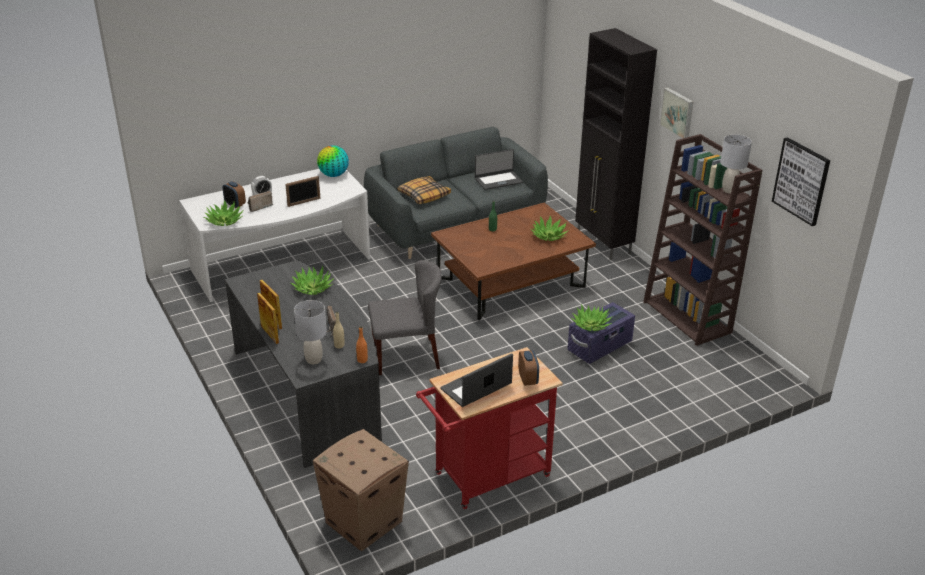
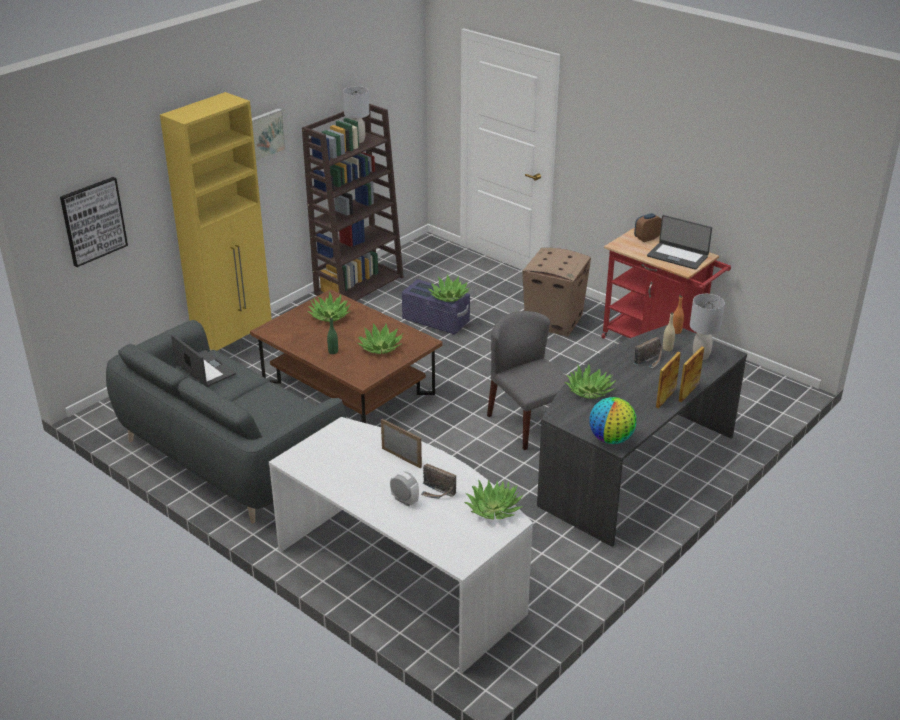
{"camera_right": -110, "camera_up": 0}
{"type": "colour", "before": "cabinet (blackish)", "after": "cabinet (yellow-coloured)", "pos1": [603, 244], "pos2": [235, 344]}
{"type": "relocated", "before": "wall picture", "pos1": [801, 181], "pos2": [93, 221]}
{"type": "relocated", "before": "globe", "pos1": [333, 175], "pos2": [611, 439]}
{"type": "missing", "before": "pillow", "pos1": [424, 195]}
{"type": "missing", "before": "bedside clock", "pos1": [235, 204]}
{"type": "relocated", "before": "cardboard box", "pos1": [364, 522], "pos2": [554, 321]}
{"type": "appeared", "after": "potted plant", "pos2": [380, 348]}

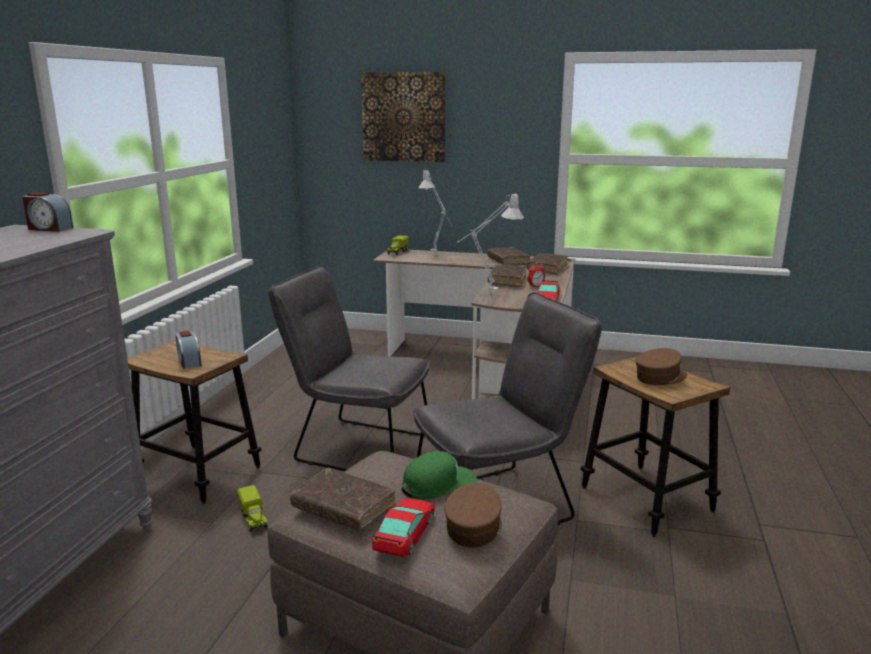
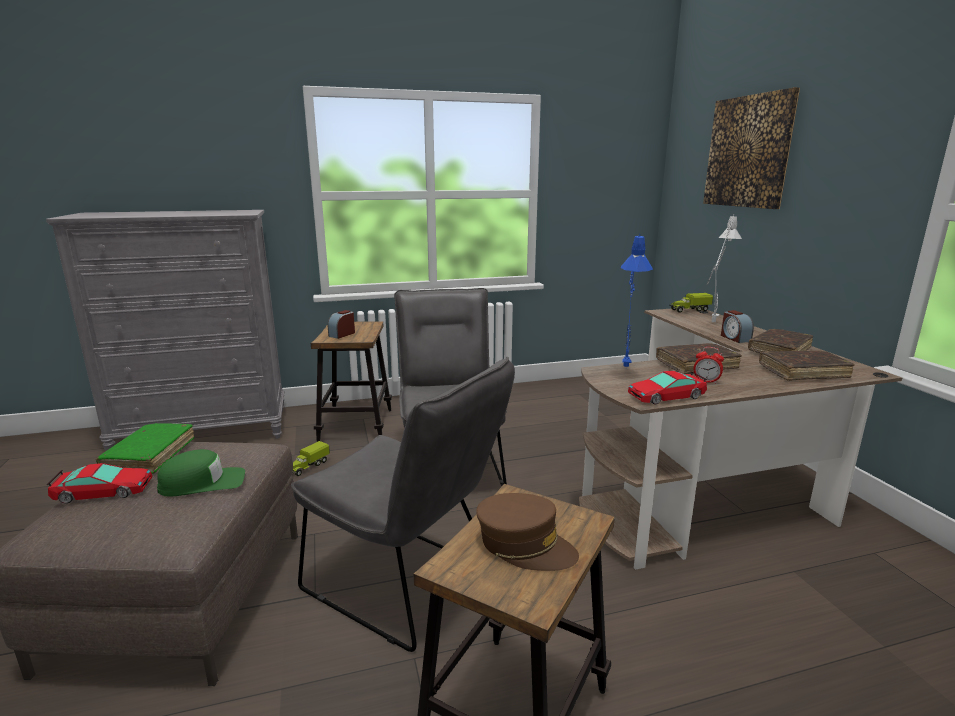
{"camera_right": 60, "camera_up": 0}
{"type": "relocated", "before": "bedside clock", "pos1": [49, 229], "pos2": [734, 338]}
{"type": "colour", "before": "table lamp (gray)", "after": "table lamp (blue-coloured)", "pos1": [485, 293], "pos2": [625, 366]}
{"type": "spun", "before": "cap (green-coloured)", "pos1": [438, 484], "pos2": [203, 483], "turn": -45}
{"type": "colour", "before": "bound book (brown-coloured)", "after": "bound book (green-coloured)", "pos1": [343, 508], "pos2": [150, 456]}
{"type": "missing", "before": "cap (brown-coloured)", "pos1": [473, 526]}

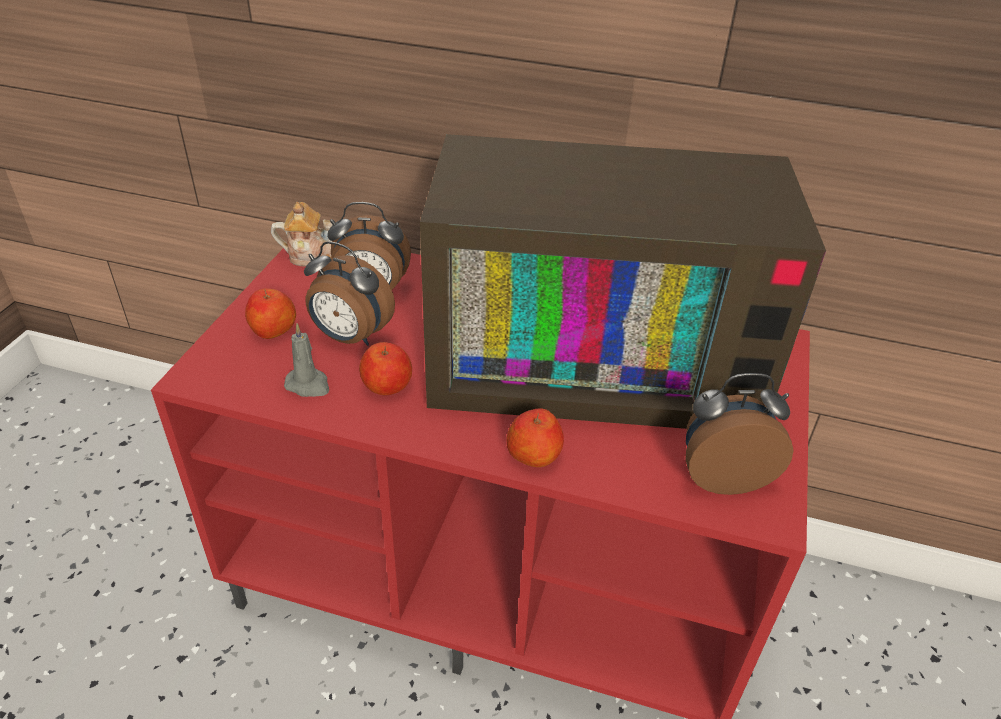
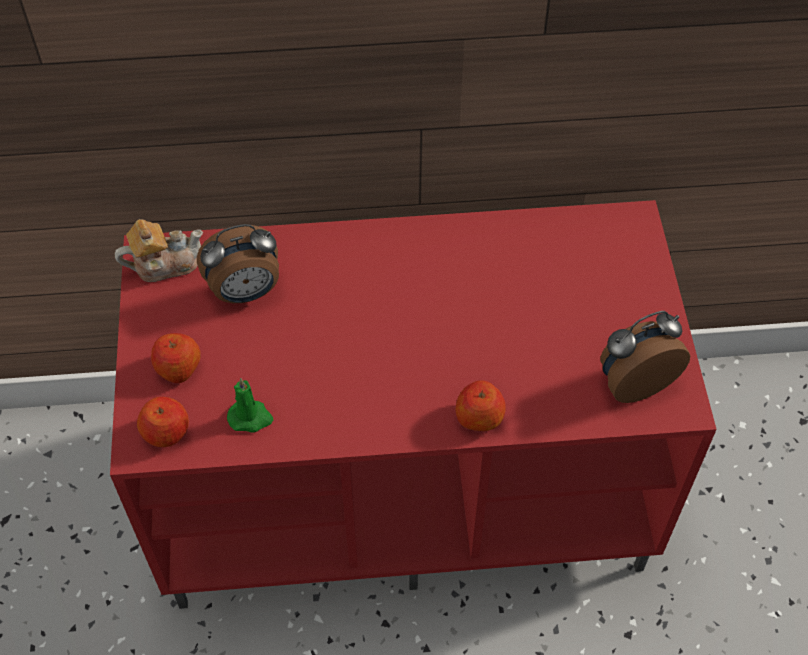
{"camera_right": -20, "camera_up": 15}
{"type": "missing", "before": "TV", "pos1": [596, 359]}
{"type": "missing", "before": "bedside clock", "pos1": [350, 337]}
{"type": "colour", "before": "candle (gray)", "after": "candle (green-coloured)", "pos1": [308, 385], "pos2": [250, 417]}
{"type": "relocated", "before": "whole apple", "pos1": [387, 385], "pos2": [167, 432]}

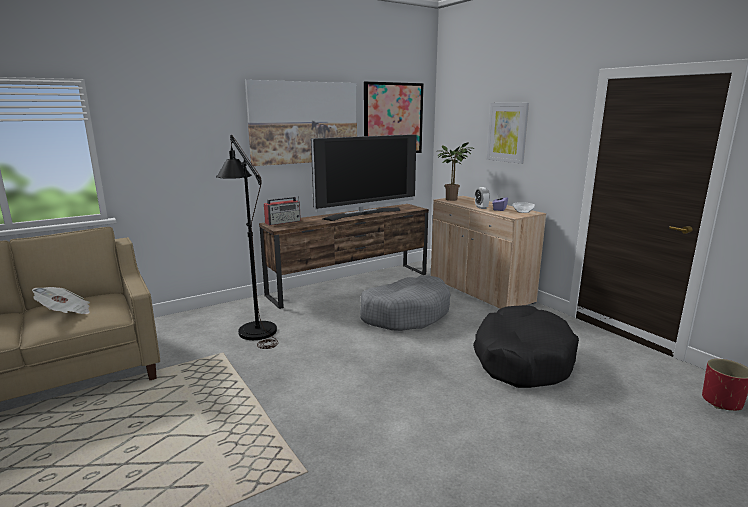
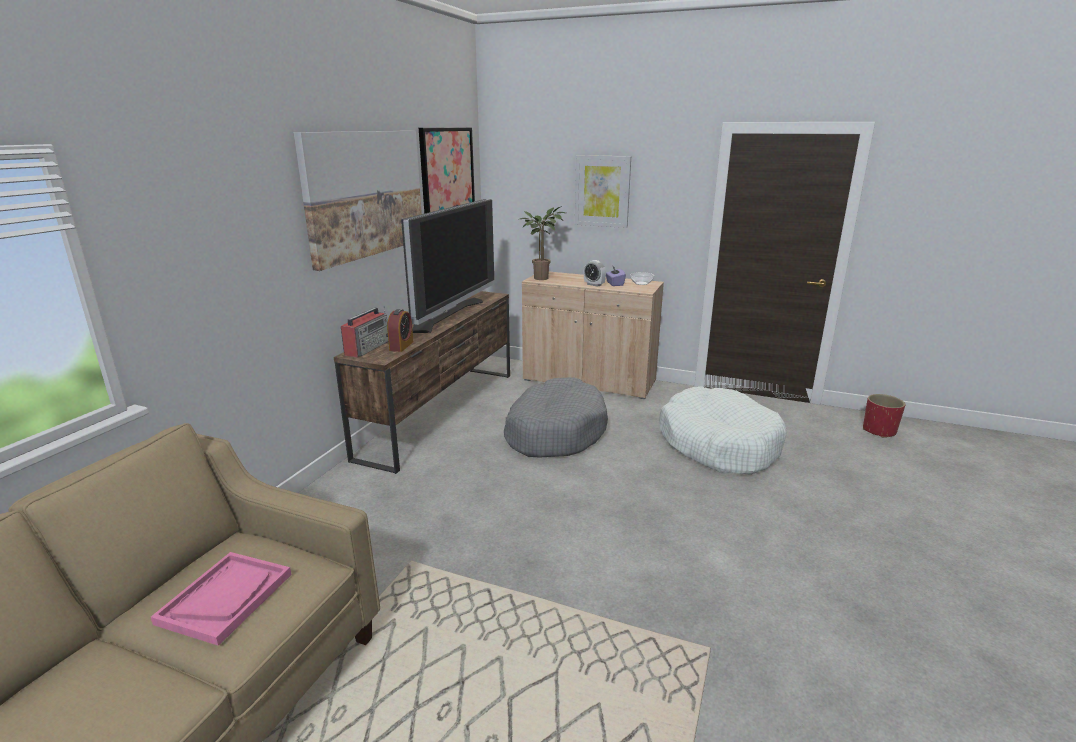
{"camera_right": -35, "camera_up": 5}
{"type": "missing", "before": "standard lamp (blackish)", "pos1": [254, 327]}
{"type": "exchanged", "before": "printed paper", "after": "serving tray (pink)", "pos1": [66, 312], "pos2": [225, 598]}
{"type": "colour", "before": "pet bed (blackish)", "after": "pet bed (white)", "pos1": [522, 359], "pos2": [718, 444]}
{"type": "appeared", "after": "bedside clock", "pos2": [401, 346]}

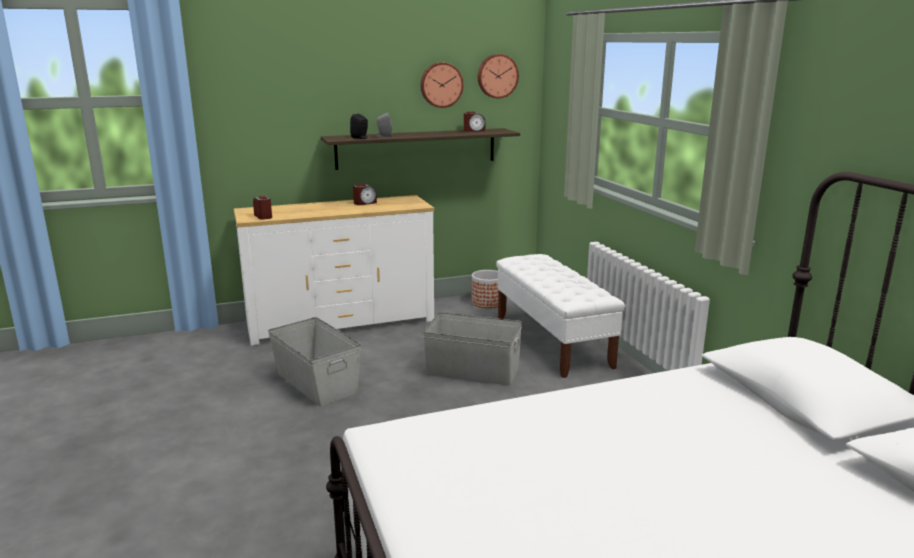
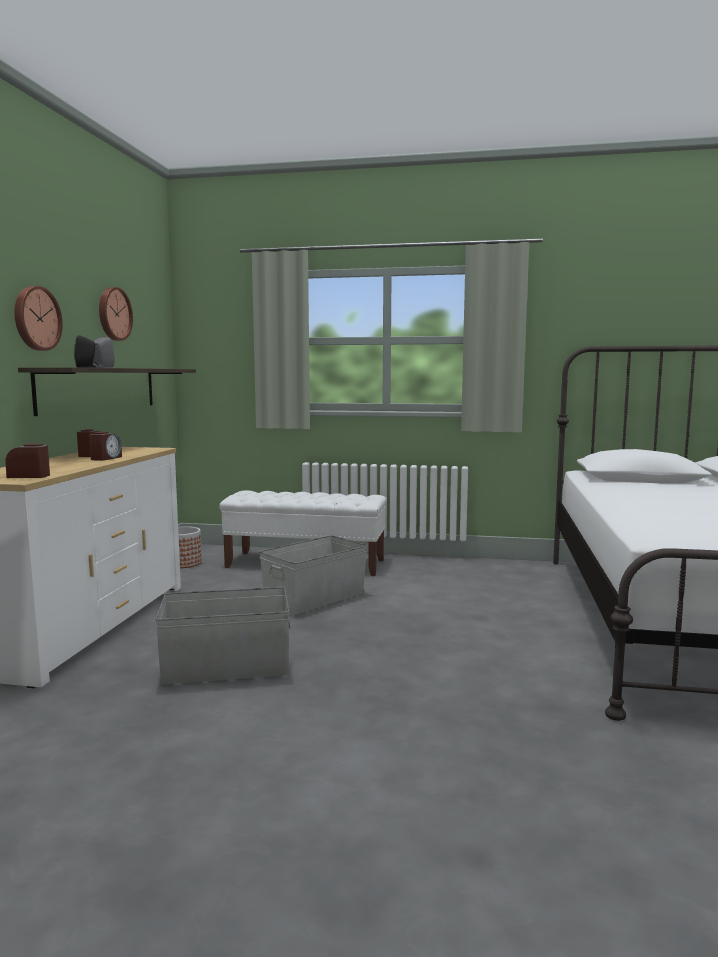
{"camera_right": -60, "camera_up": -10}
{"type": "relocated", "before": "wall clock", "pos1": [497, 76], "pos2": [35, 318]}
{"type": "relocated", "before": "bedside clock", "pos1": [474, 130], "pos2": [106, 458]}

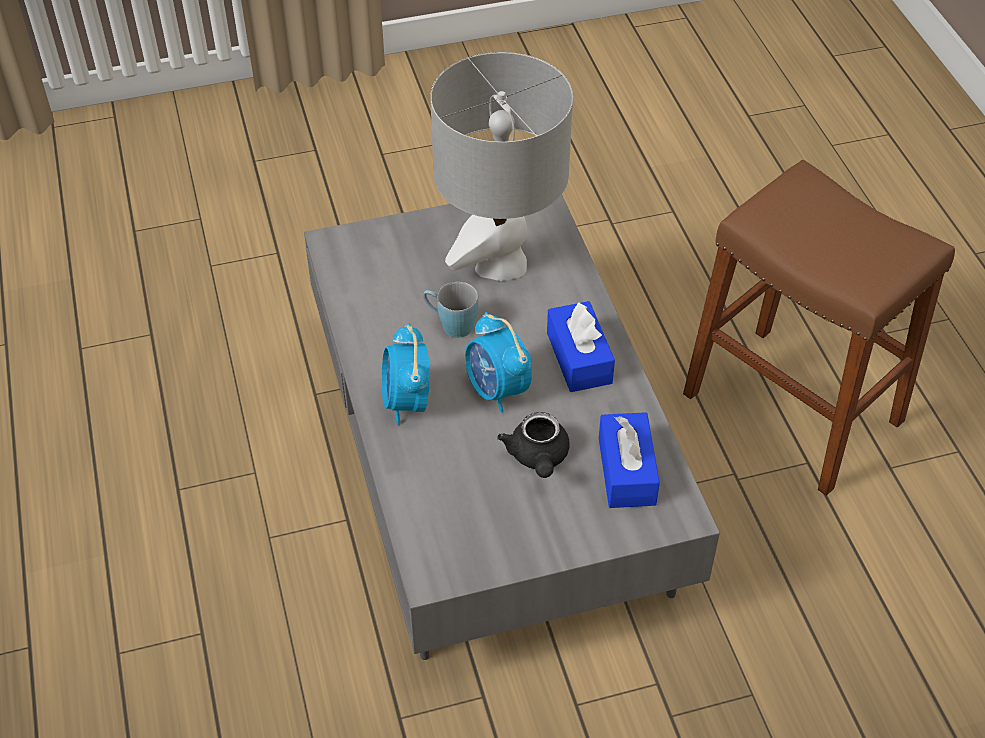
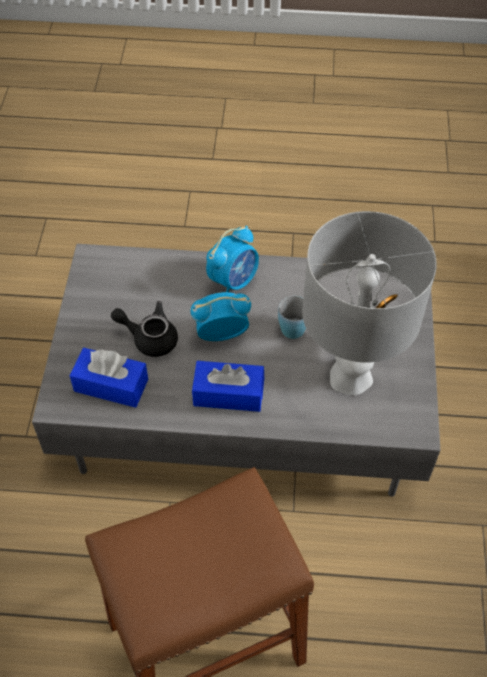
{"camera_right": 110, "camera_up": 5}
{"type": "spun", "before": "bedside clock", "pos1": [406, 402], "pos2": [233, 281], "turn": 120}

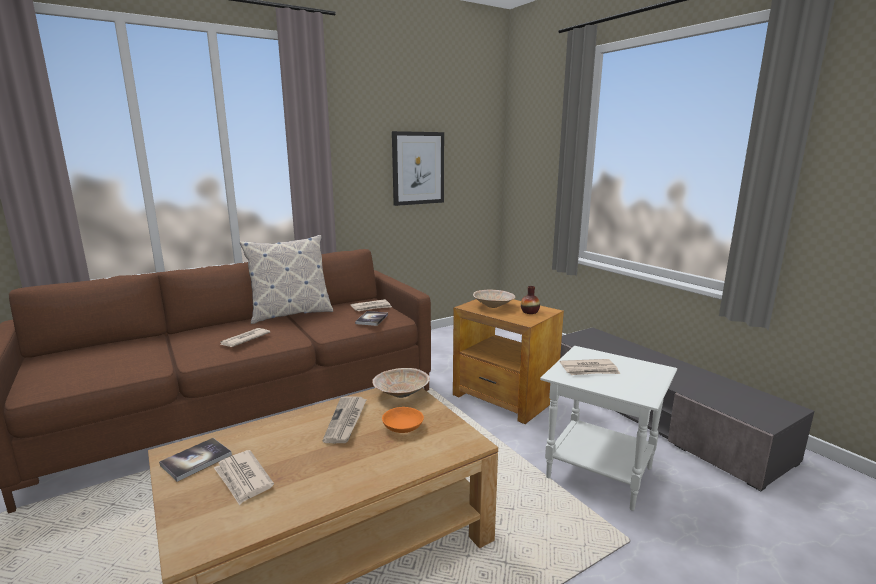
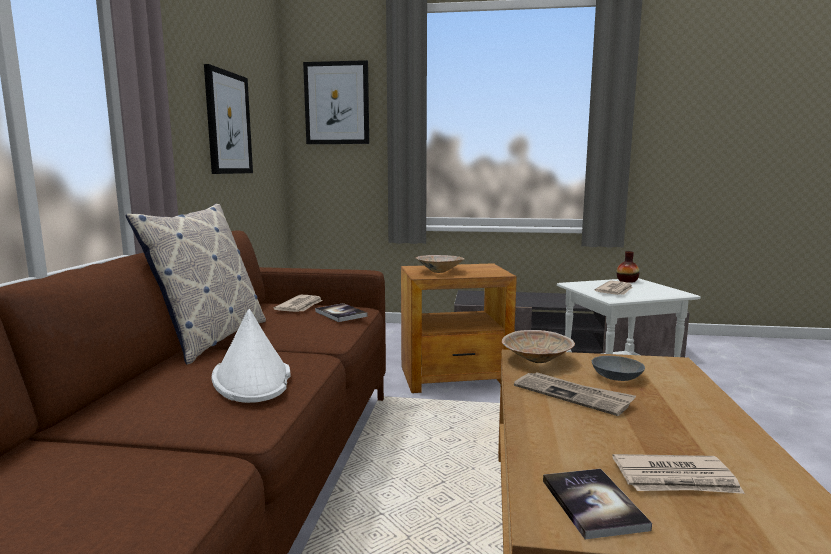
{"camera_right": -50, "camera_up": -5}
{"type": "relocated", "before": "decorative vase", "pos1": [529, 312], "pos2": [627, 281]}
{"type": "exchanged", "before": "printed paper", "after": "wearable hat (white)", "pos1": [244, 339], "pos2": [252, 378]}
{"type": "colour", "before": "deep dish (orange-coloured)", "after": "deep dish (gray)", "pos1": [402, 428], "pos2": [618, 377]}
{"type": "appeared", "after": "wall picture", "pos2": [337, 103]}

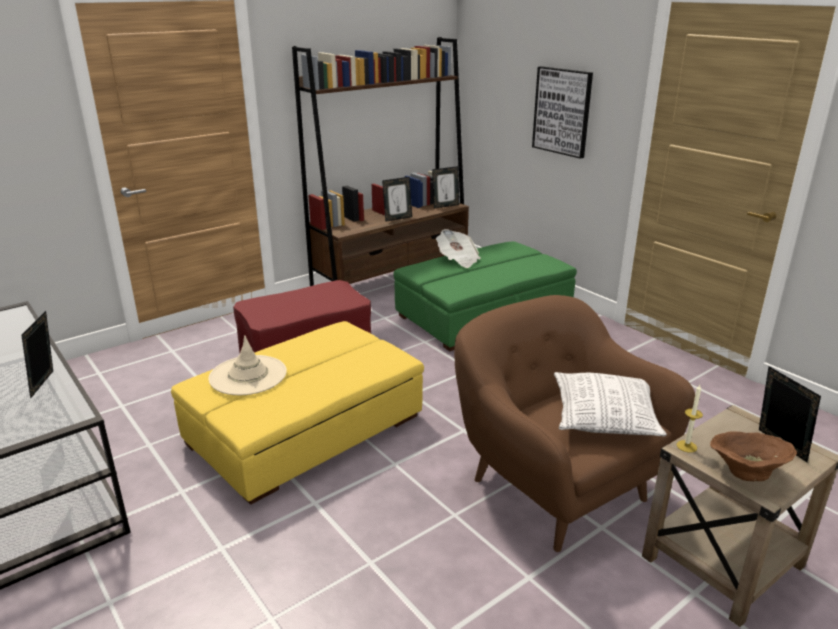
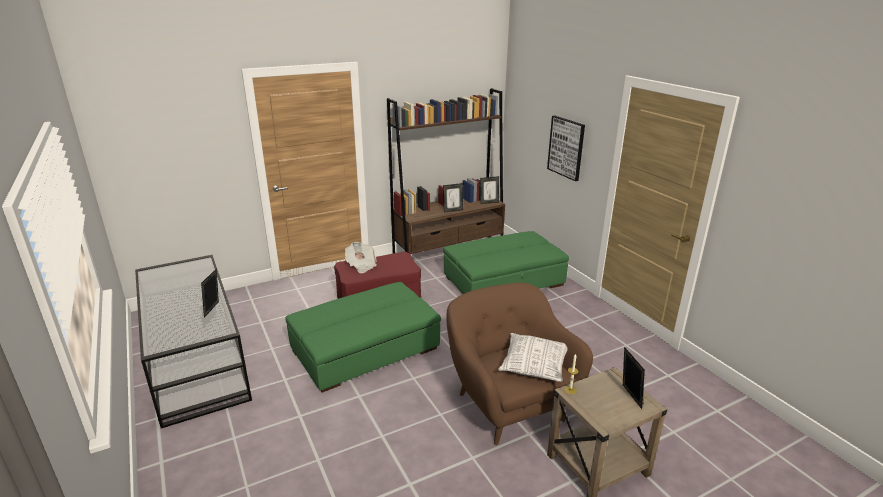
{"camera_right": 10, "camera_up": 0}
{"type": "relocated", "before": "printed paper", "pos1": [458, 260], "pos2": [361, 265]}
{"type": "colour", "before": "footrest (yellow-coloured)", "after": "footrest (green-coloured)", "pos1": [306, 430], "pos2": [365, 350]}
{"type": "missing", "before": "wearable hat (beige-coloured)", "pos1": [248, 375]}
{"type": "missing", "before": "deep dish (brown-coloured)", "pos1": [745, 472]}

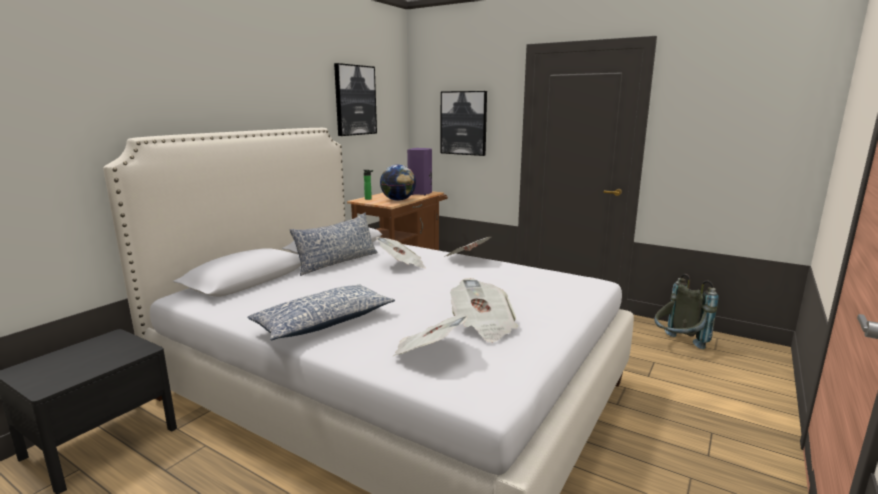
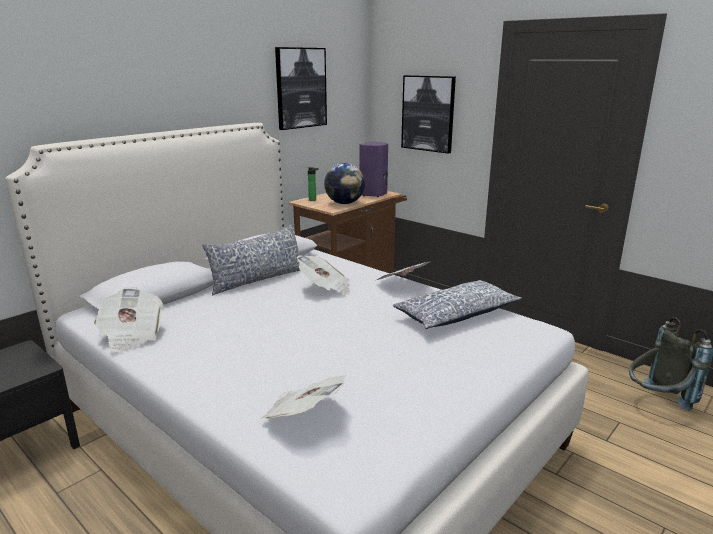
{"camera_right": 10, "camera_up": 5}
{"type": "relocated", "before": "printed paper", "pos1": [483, 326], "pos2": [131, 335]}
{"type": "relocated", "before": "pillow", "pos1": [323, 323], "pos2": [455, 315]}

